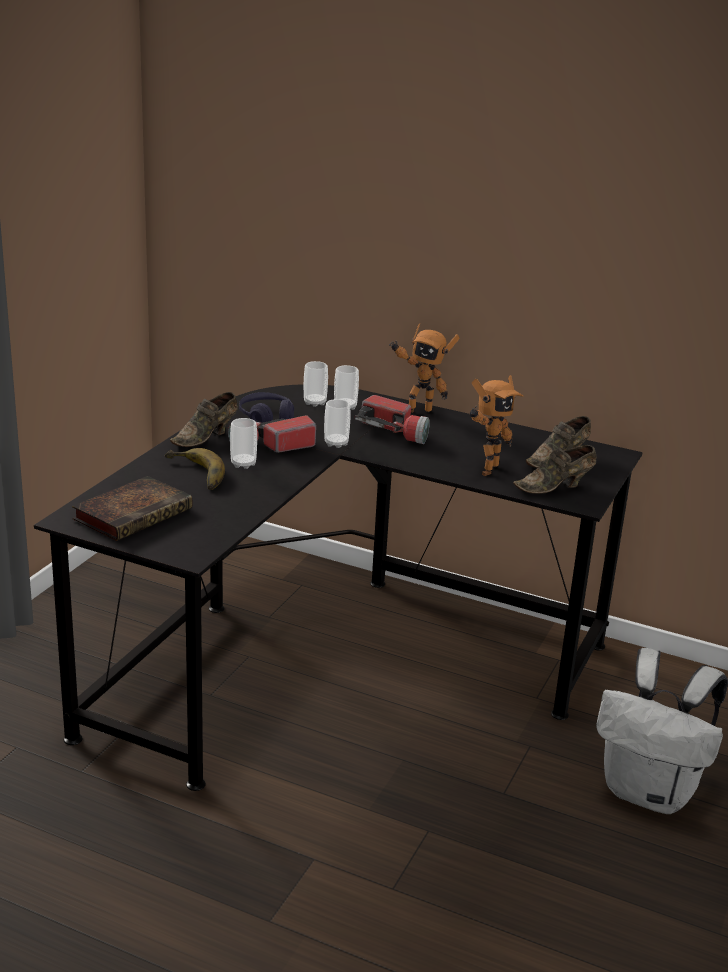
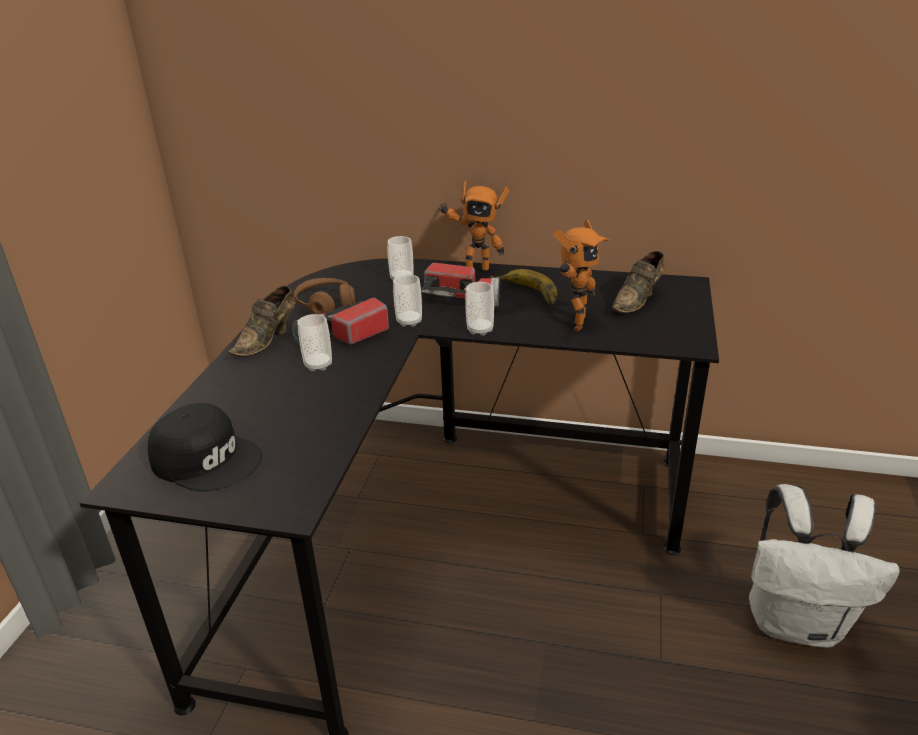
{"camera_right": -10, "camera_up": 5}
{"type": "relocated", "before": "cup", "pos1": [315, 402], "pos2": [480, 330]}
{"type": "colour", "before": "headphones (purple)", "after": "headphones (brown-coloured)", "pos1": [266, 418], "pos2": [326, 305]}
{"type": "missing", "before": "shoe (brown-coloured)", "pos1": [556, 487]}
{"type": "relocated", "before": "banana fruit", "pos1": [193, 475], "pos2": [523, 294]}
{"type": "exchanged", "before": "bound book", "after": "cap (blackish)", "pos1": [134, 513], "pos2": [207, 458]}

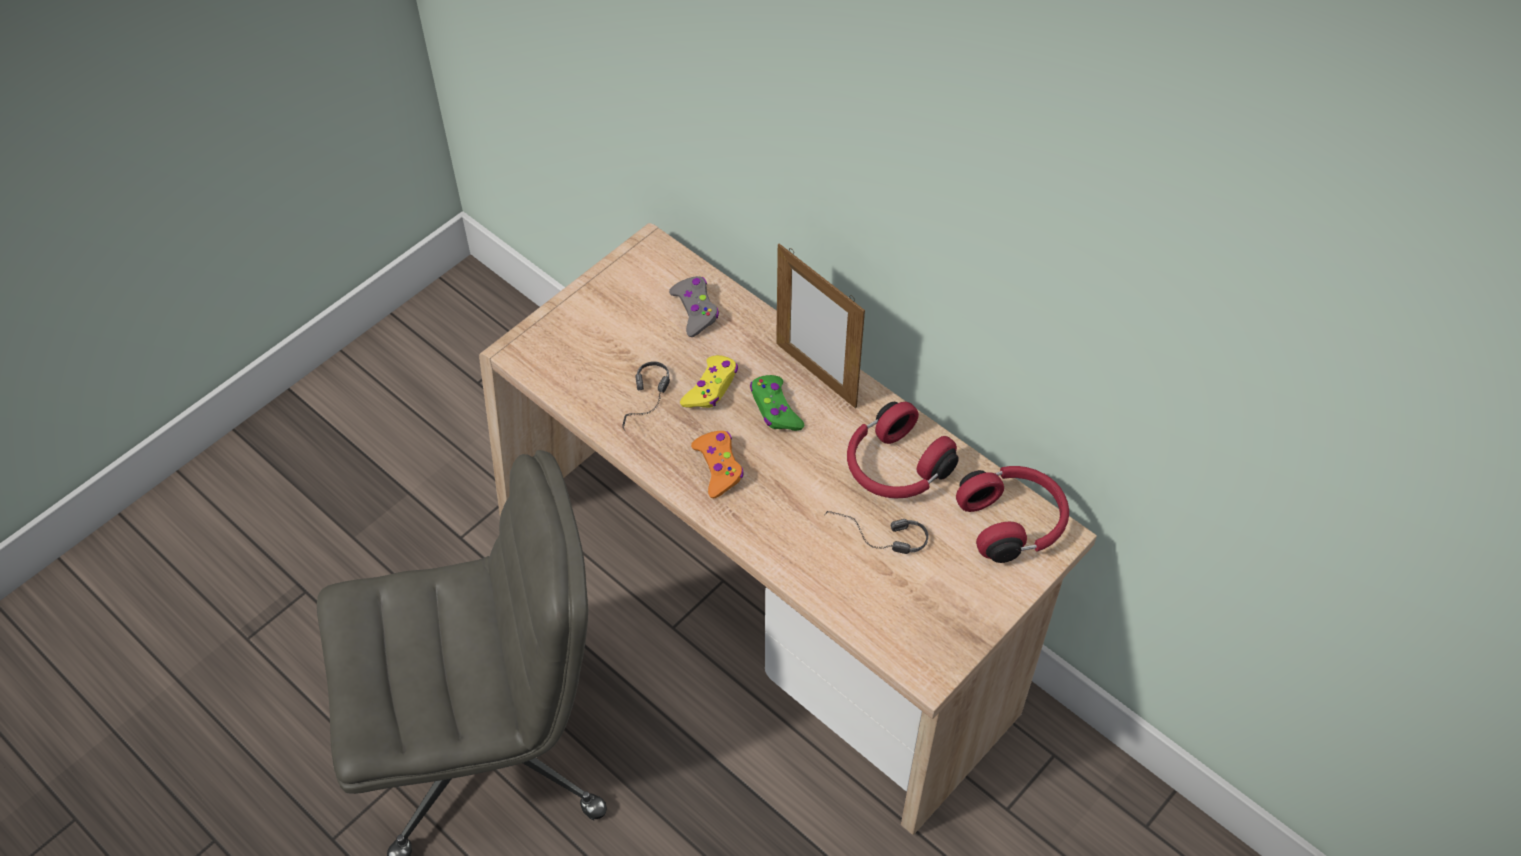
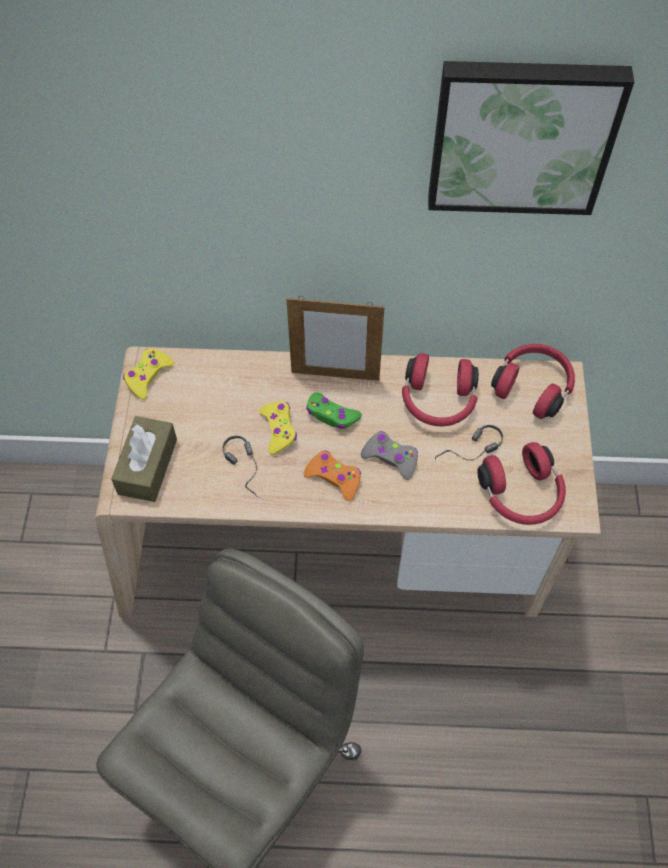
{"camera_right": -40, "camera_up": 5}
{"type": "relocated", "before": "joypad (gray)", "pos1": [695, 310], "pos2": [390, 458]}
{"type": "appeared", "after": "wall picture", "pos2": [522, 135]}
{"type": "appeared", "after": "joypad (yellow-coloured)", "pos2": [148, 376]}
{"type": "appeared", "after": "box of tissues (brown-coloured)", "pos2": [147, 466]}
{"type": "appeared", "after": "headphones (reddish)", "pos2": [521, 495]}

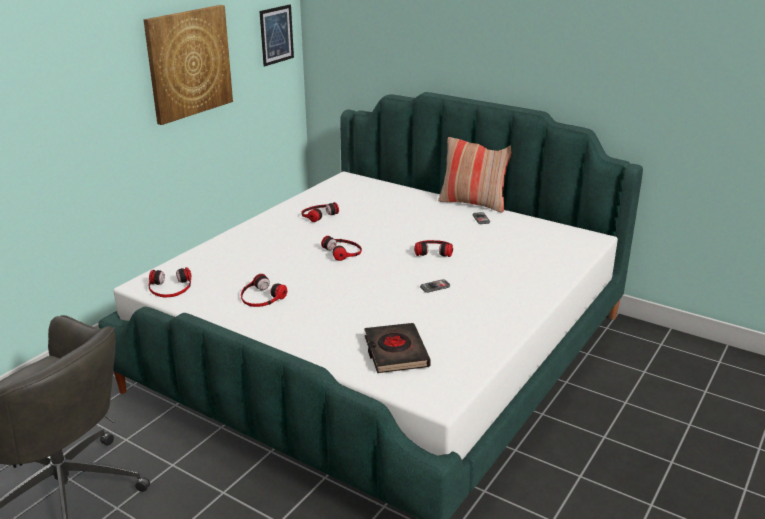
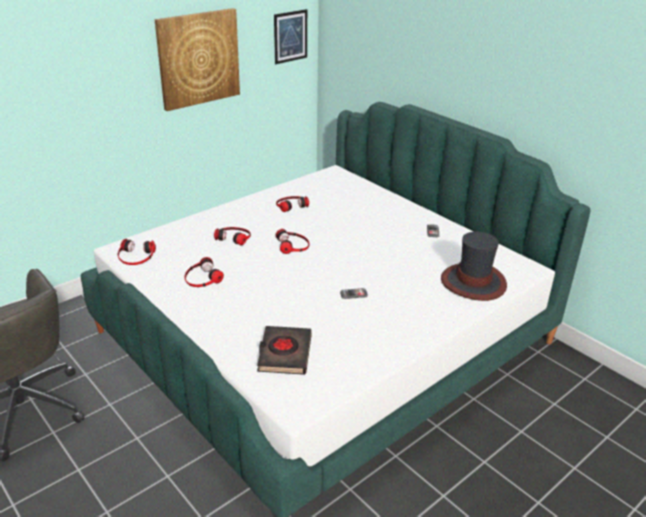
{"camera_right": 15, "camera_up": 5}
{"type": "missing", "before": "pillow", "pos1": [473, 203]}
{"type": "relocated", "before": "headphones", "pos1": [433, 250], "pos2": [234, 237]}
{"type": "appeared", "after": "wearable hat", "pos2": [473, 282]}

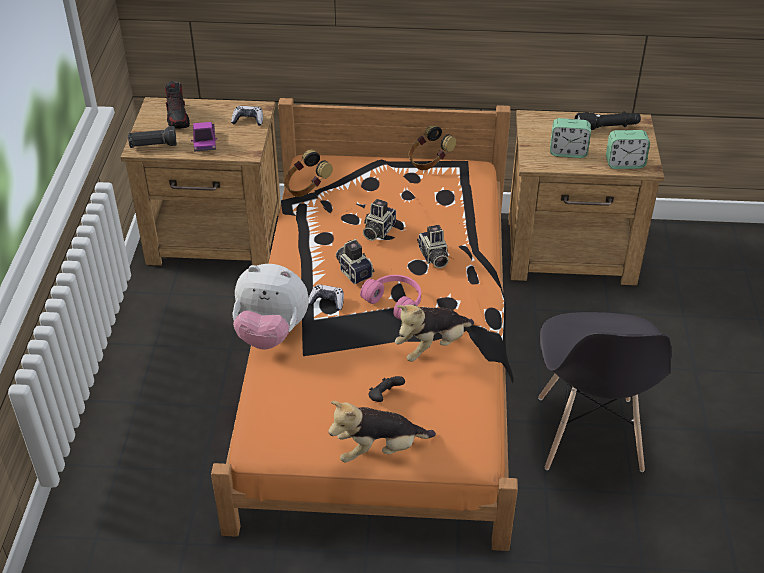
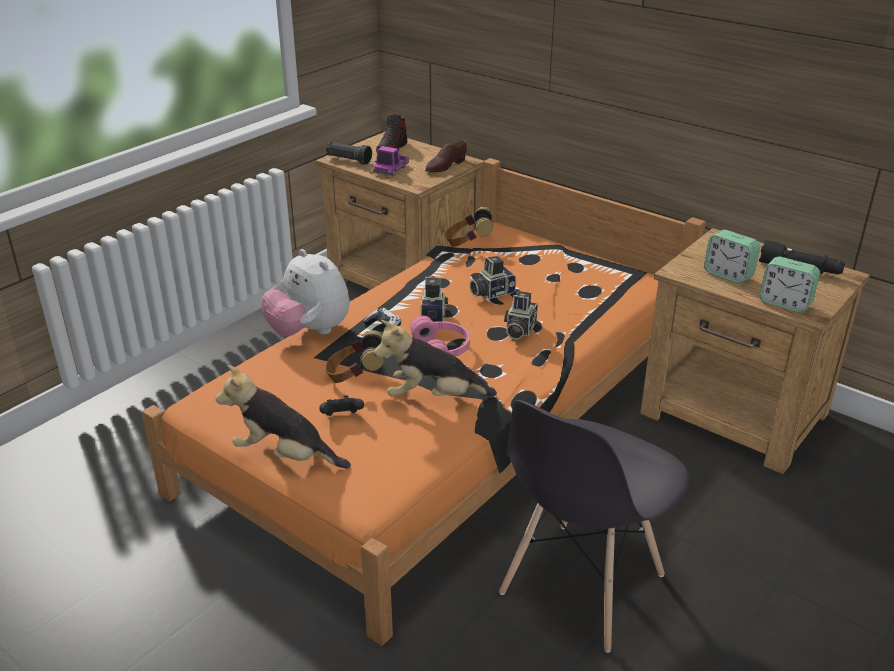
{"camera_right": 35, "camera_up": -10}
{"type": "exchanged", "before": "joypad", "after": "shoe (brown-coloured)", "pos1": [248, 120], "pos2": [445, 166]}
{"type": "relocated", "before": "headphones", "pos1": [429, 162], "pos2": [355, 376]}

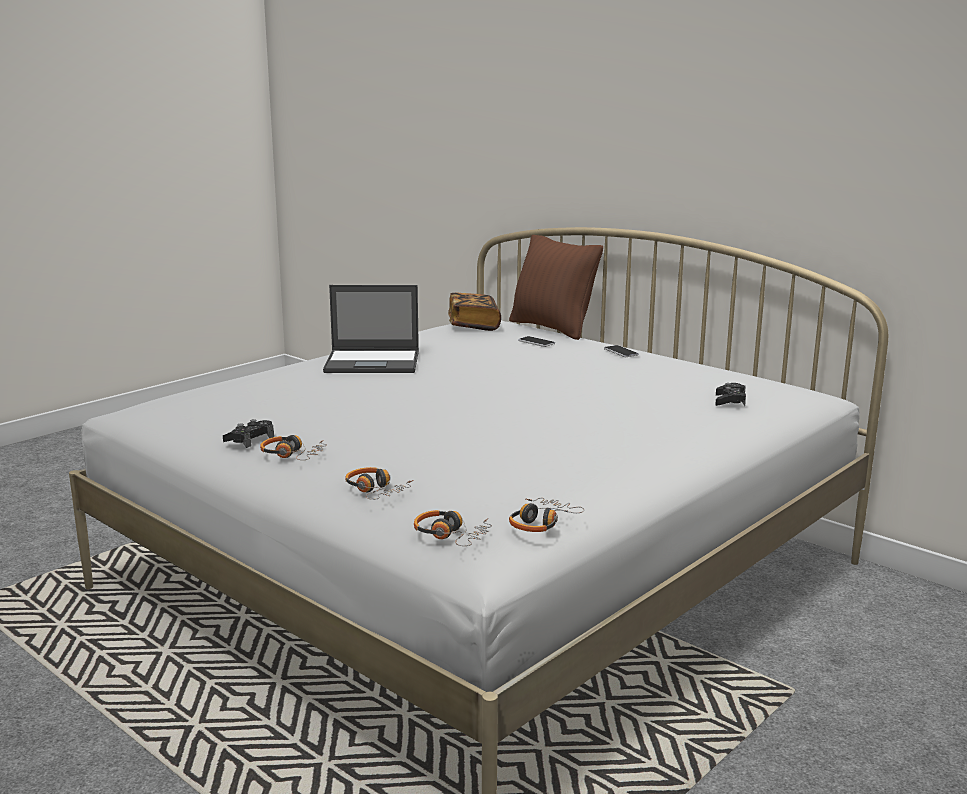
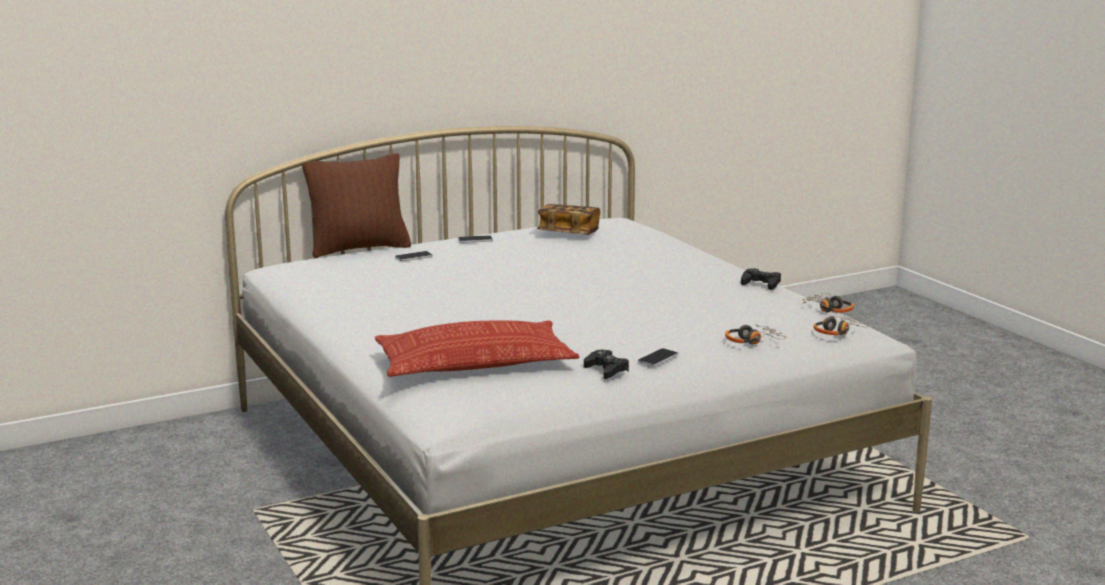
{"camera_right": -70, "camera_up": 0}
{"type": "missing", "before": "portable computer", "pos1": [374, 362]}
{"type": "relocated", "before": "bound book", "pos1": [473, 325], "pos2": [568, 233]}
{"type": "relocated", "before": "joypad (blackish)", "pos1": [730, 401], "pos2": [761, 284]}
{"type": "exchanged", "before": "headphones", "after": "phone", "pos1": [293, 455], "pos2": [658, 358]}
{"type": "appeared", "after": "pillow", "pos2": [475, 363]}

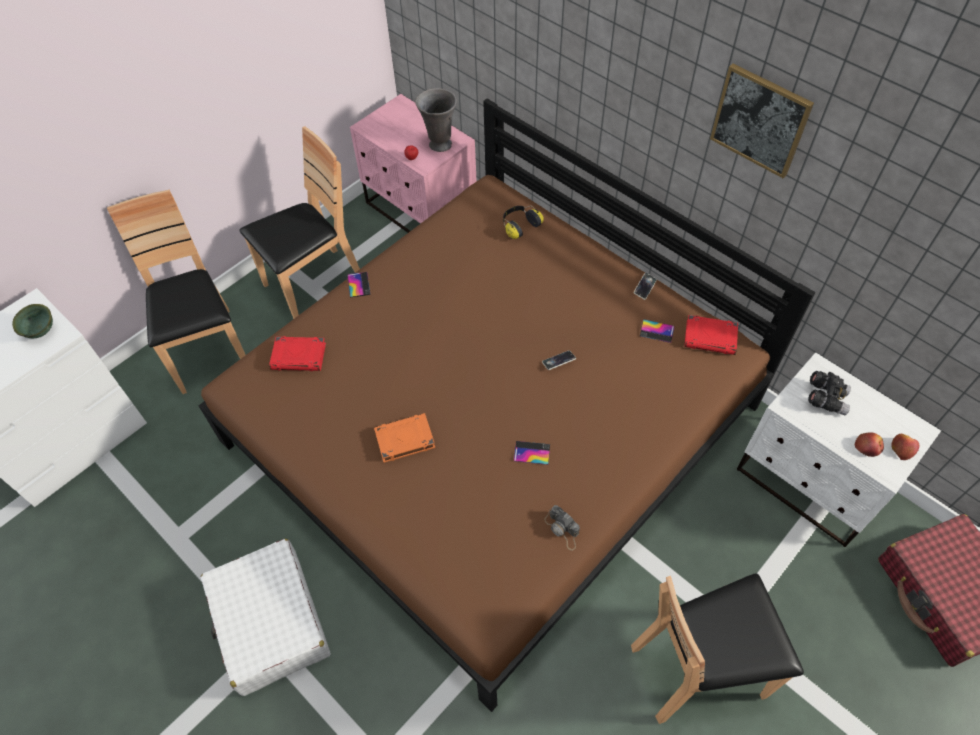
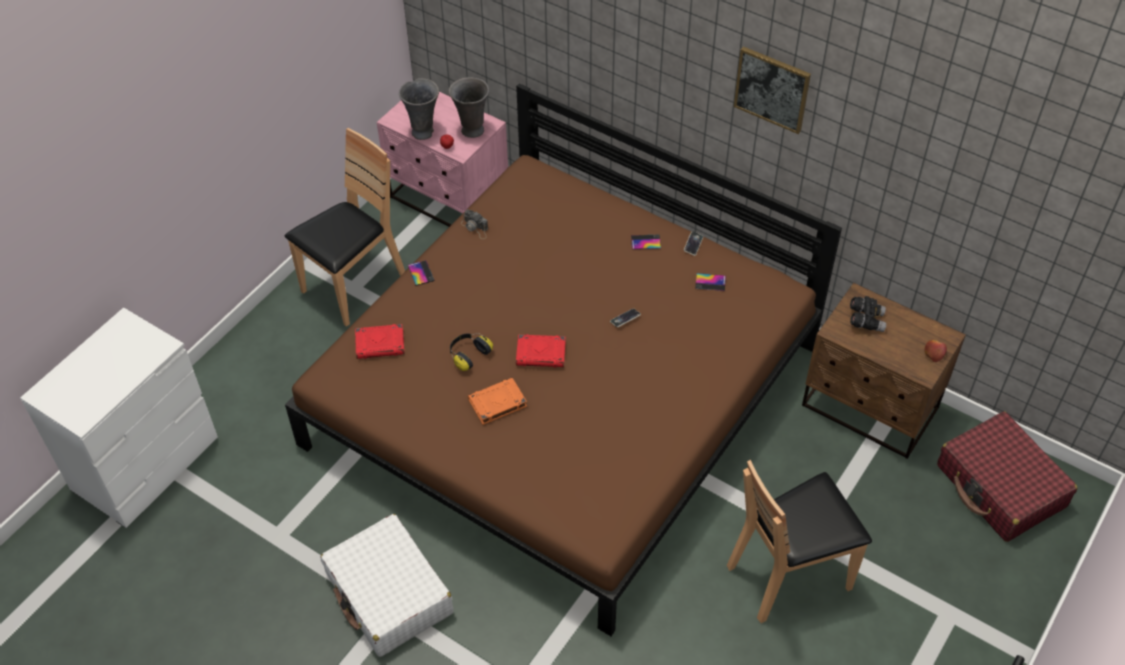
{"camera_right": -10, "camera_up": -5}
{"type": "missing", "before": "upright chair (brown-coloured)", "pos1": [209, 350]}
{"type": "relocated", "before": "headphones", "pos1": [519, 226], "pos2": [468, 355]}
{"type": "missing", "before": "deep dish (green-coloured)", "pos1": [42, 331]}
{"type": "relocated", "before": "bound book (reddish)", "pos1": [710, 337], "pos2": [541, 354]}
{"type": "colour", "before": "bedside table (white)", "after": "bedside table (brown-coloured)", "pos1": [809, 482], "pos2": [870, 408]}
{"type": "missing", "before": "whole apple", "pos1": [868, 446]}
{"type": "relocated", "before": "phone", "pos1": [532, 453], "pos2": [645, 242]}
{"type": "relocated", "before": "still camera", "pos1": [562, 530], "pos2": [475, 228]}
{"type": "appeared", "after": "decorative vase (gray)", "pos2": [423, 132]}

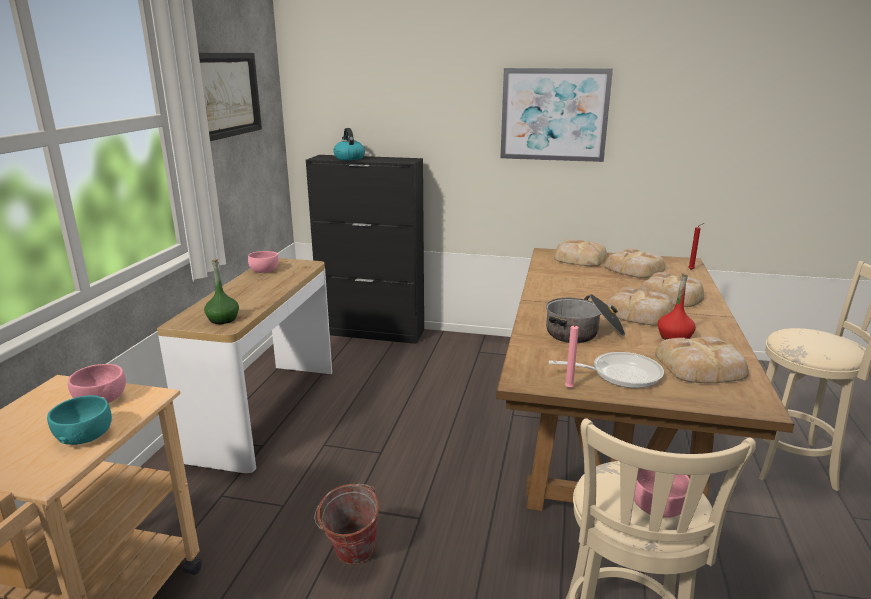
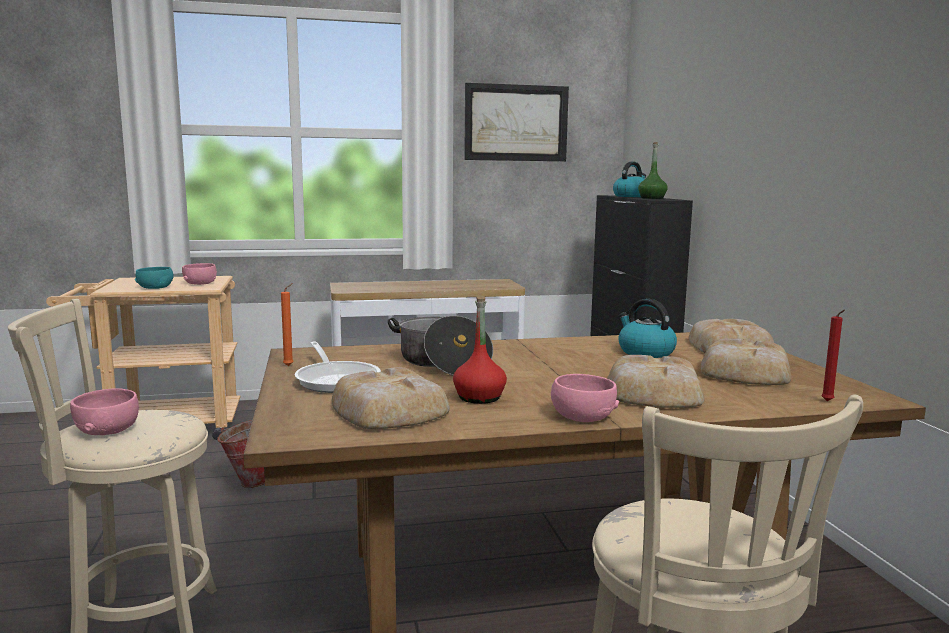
{"camera_right": 65, "camera_up": -10}
{"type": "missing", "before": "wall picture", "pos1": [554, 115]}
{"type": "relocated", "before": "deep dish (pink)", "pos1": [264, 270], "pos2": [582, 416]}
{"type": "relocated", "before": "bottle (green-coloured)", "pos1": [223, 319], "pos2": [652, 198]}
{"type": "missing", "before": "bread", "pos1": [639, 313]}
{"type": "colour", "before": "candle (pink)", "after": "candle (orange-coloured)", "pos1": [568, 387], "pos2": [290, 366]}
{"type": "appeared", "after": "kettle", "pos2": [645, 352]}

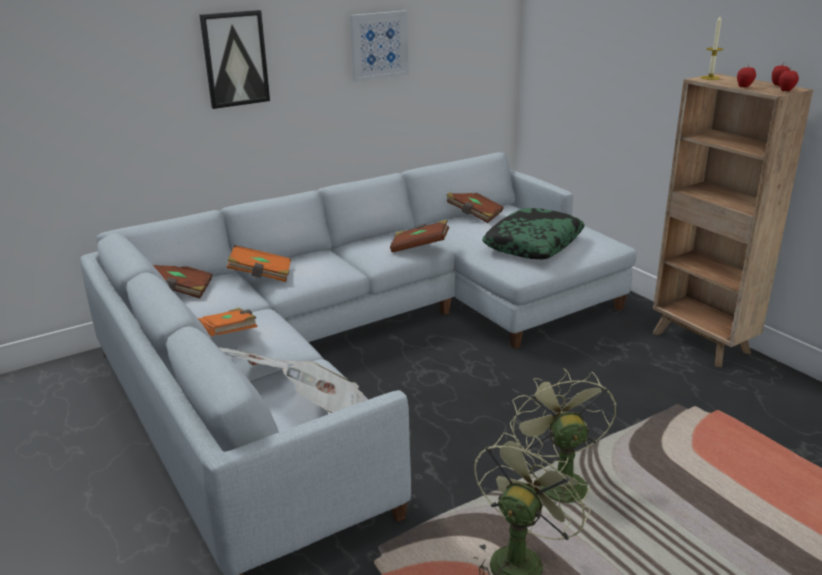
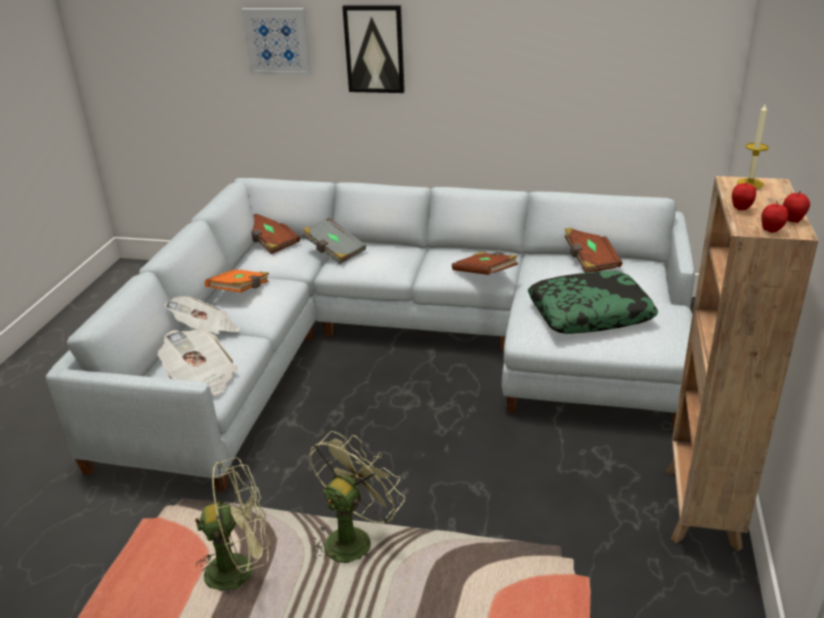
{"camera_right": 45, "camera_up": 5}
{"type": "relocated", "before": "wall picture", "pos1": [379, 45], "pos2": [277, 41]}
{"type": "colour", "before": "bound book (orange-coloured)", "after": "bound book (gray)", "pos1": [261, 275], "pos2": [334, 251]}

